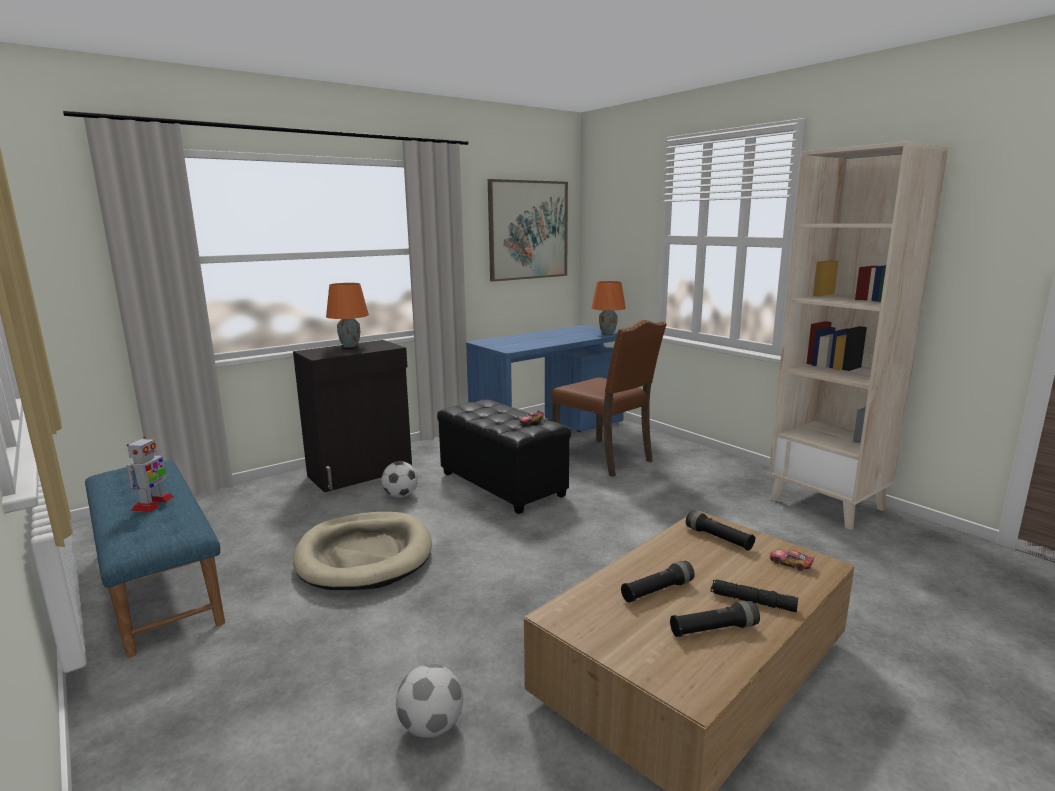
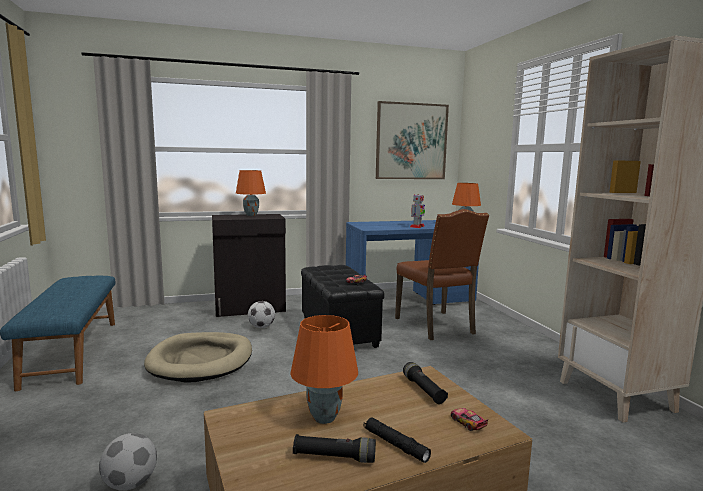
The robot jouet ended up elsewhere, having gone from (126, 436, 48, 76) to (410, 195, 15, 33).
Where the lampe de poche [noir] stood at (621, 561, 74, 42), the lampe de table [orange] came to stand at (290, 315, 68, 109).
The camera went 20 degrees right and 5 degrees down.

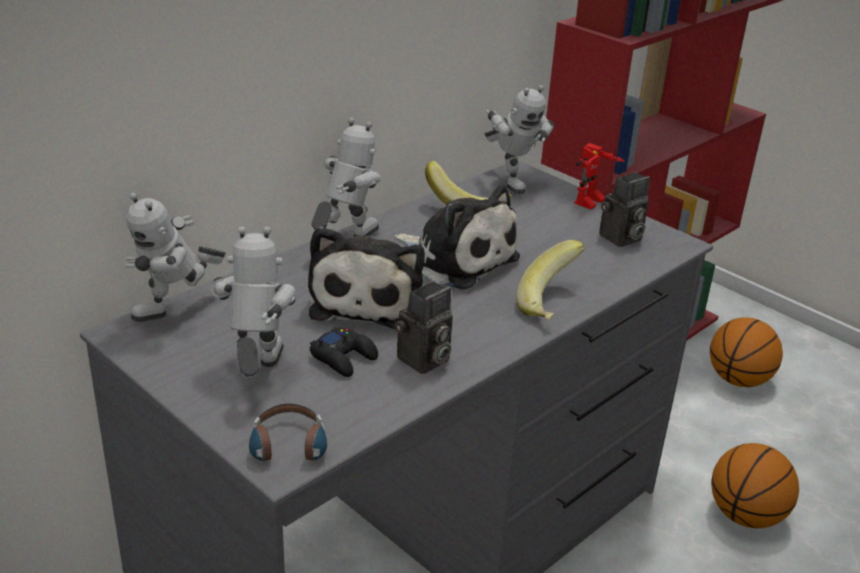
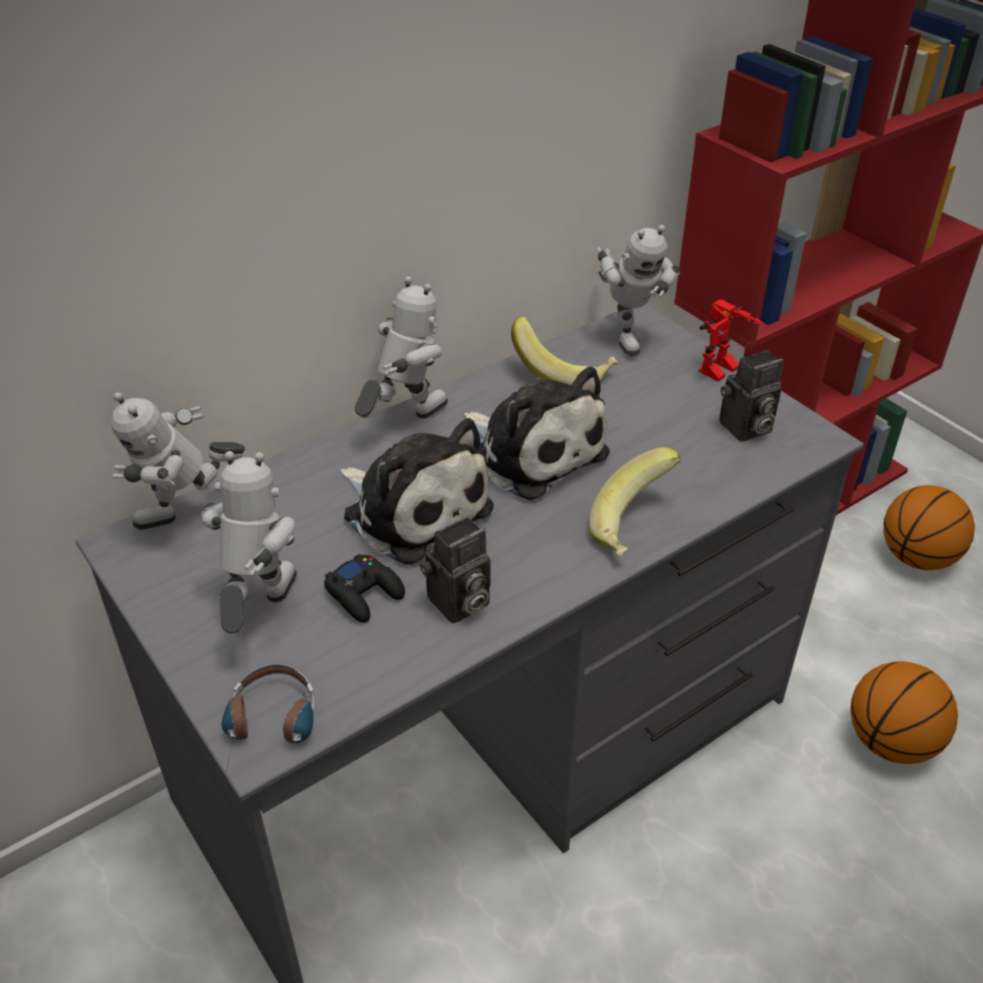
The peluche at (308, 226, 117, 103) ended up facing another way, 60 degrees counterclockwise from before.
The camera went 10 degrees right and 10 degrees up.

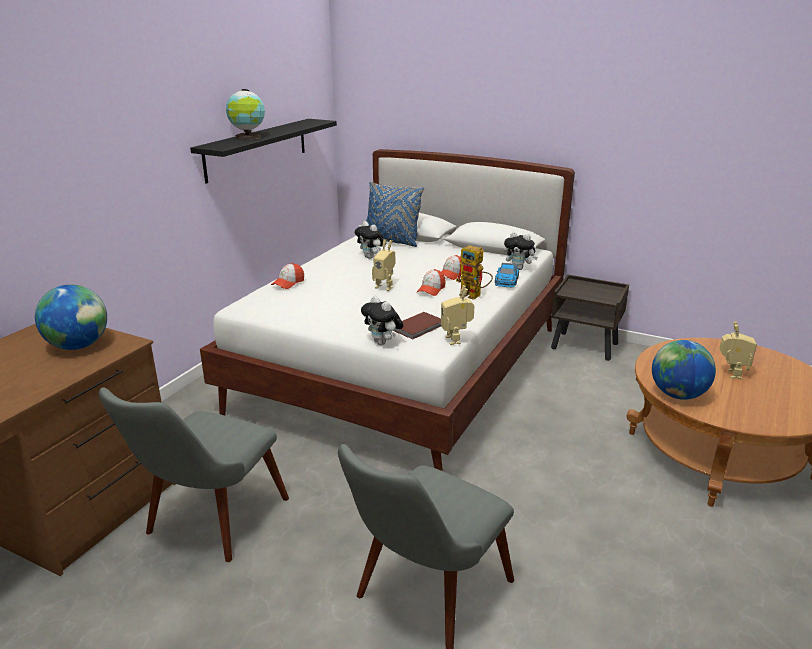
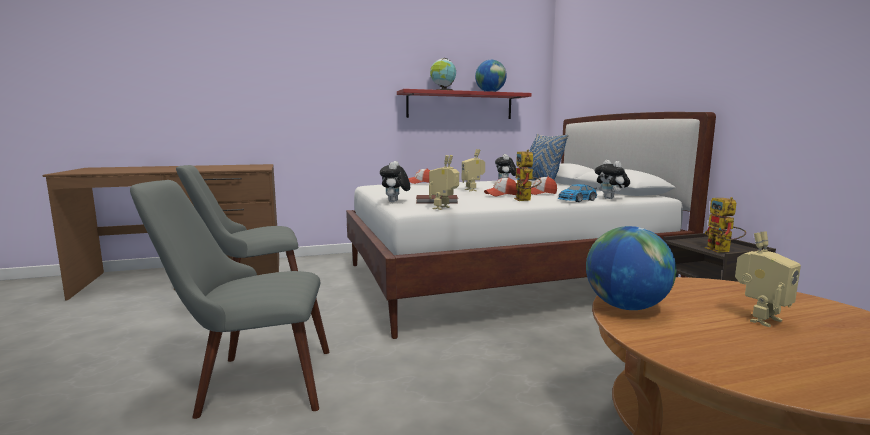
The globe ended up elsewhere, having gone from (35, 284, 72, 66) to (475, 60, 32, 32).
What was the étagère [noir] at (190, 119, 147, 65) turned into the étagère [rouge] at (397, 89, 135, 30).
The second view gained the robot jouet at (704, 197, 42, 56).
The camera went 45 degrees right and 15 degrees down.

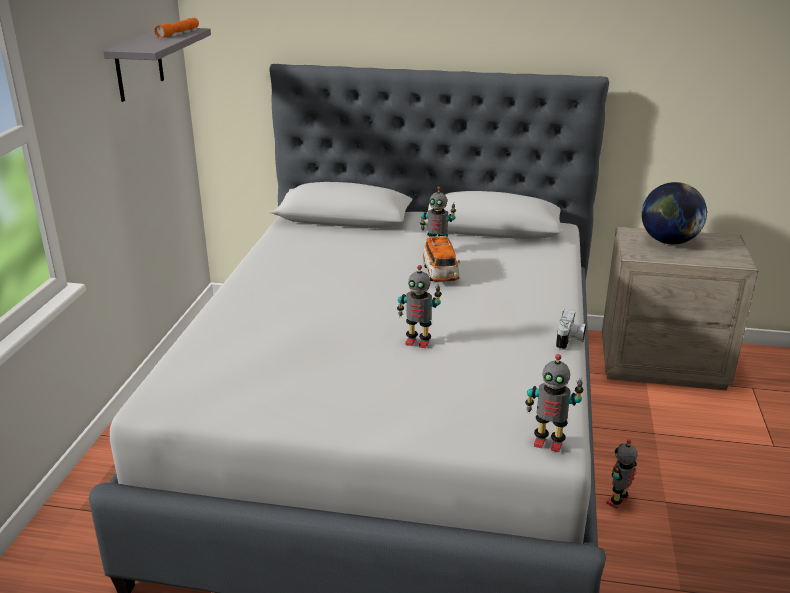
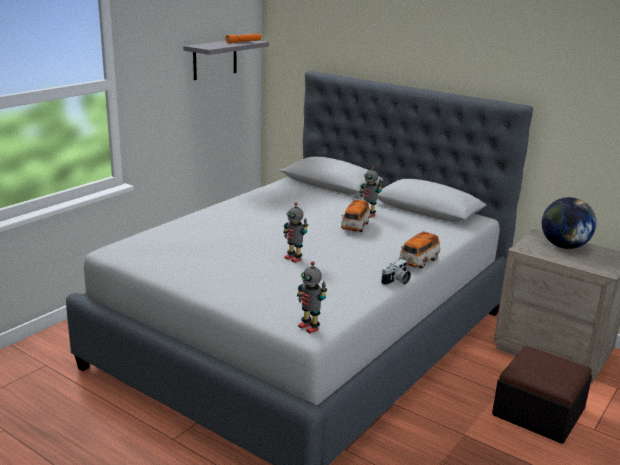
The second view lost the robot jouet at (606, 439, 32, 70).
The second view gained the petite voiture at (398, 231, 42, 38).
The second view gained the pouf at (492, 346, 100, 98).
The camera went 25 degrees right and 5 degrees down.

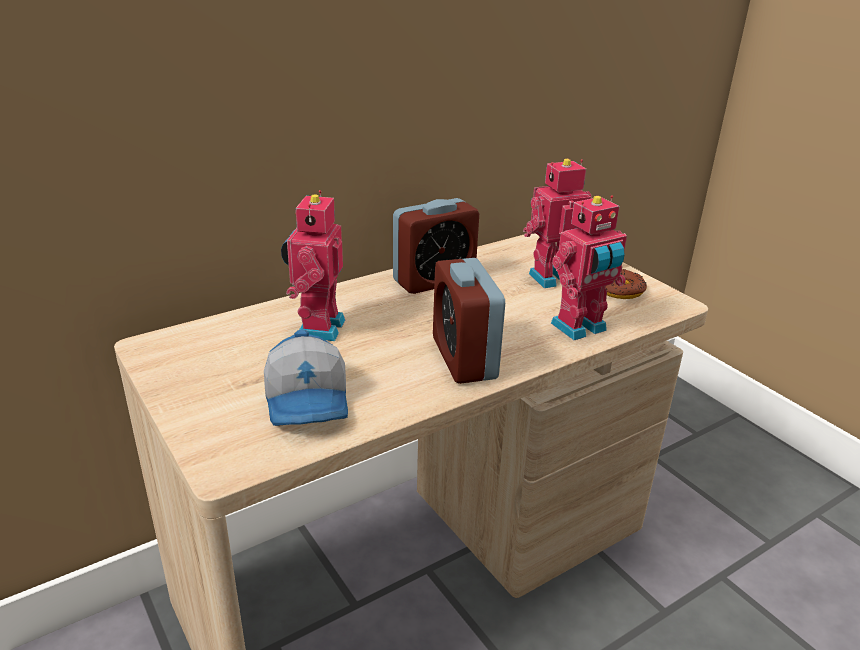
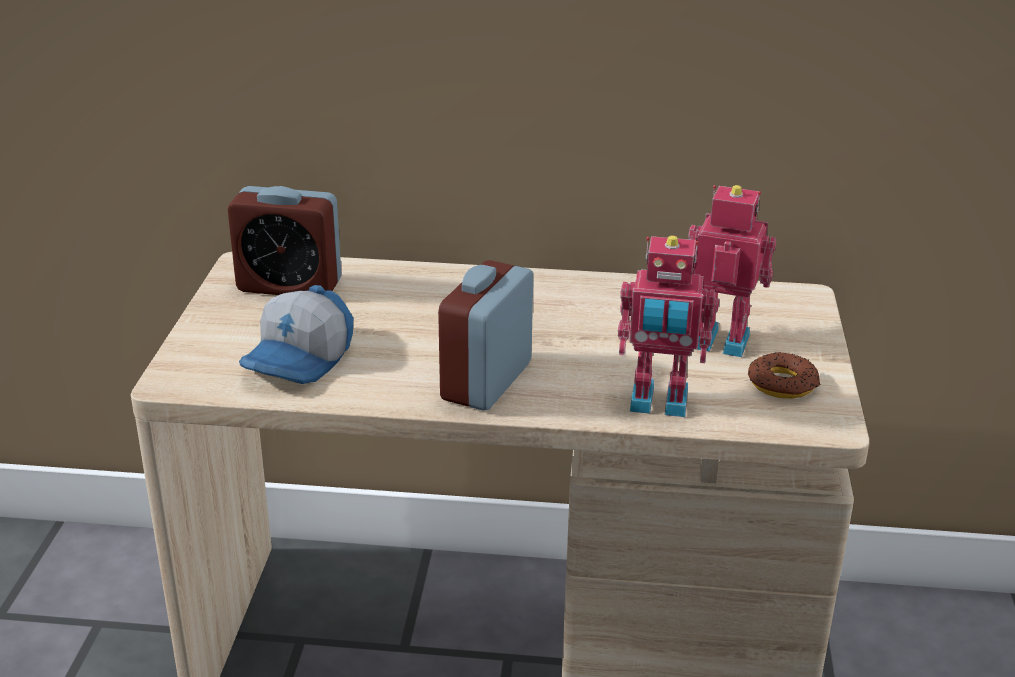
The second view lost the robot jouet at (281, 190, 64, 151).
The réveil ended up elsewhere, having gone from (393, 198, 86, 96) to (228, 186, 114, 109).
The camera went 40 degrees right and 0 degrees up.

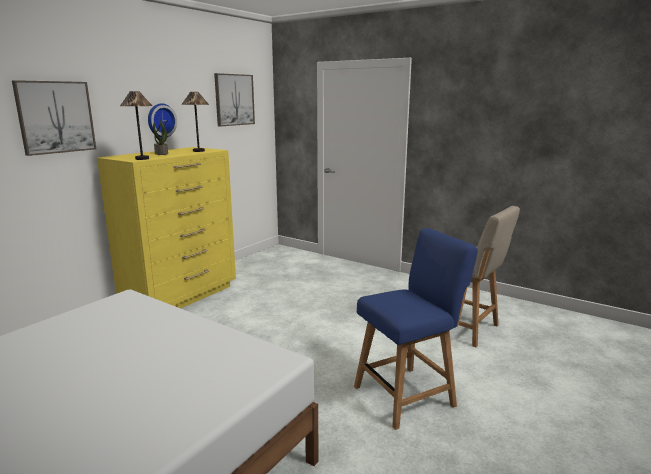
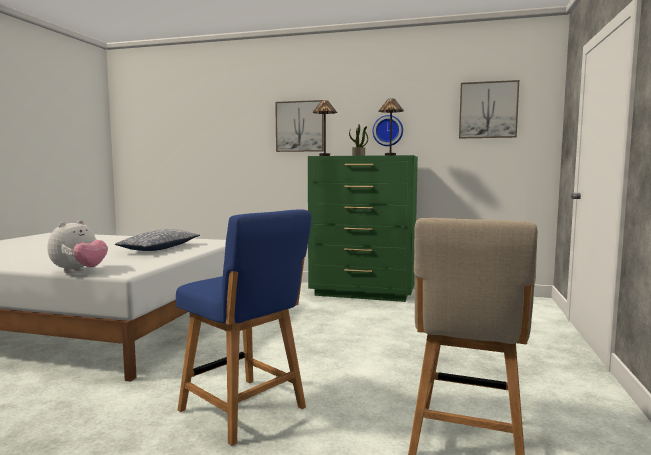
What was the commode [jaune] at (97, 147, 139, 161) turned into the commode [vert] at (308, 155, 110, 147).
The second view gained the peluche at (48, 220, 60, 53).
The second view gained the coussin at (115, 229, 85, 22).
The camera went 70 degrees right and 10 degrees down.

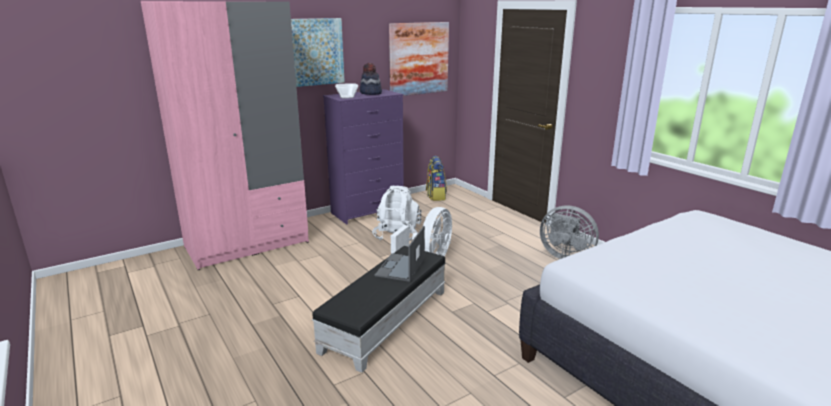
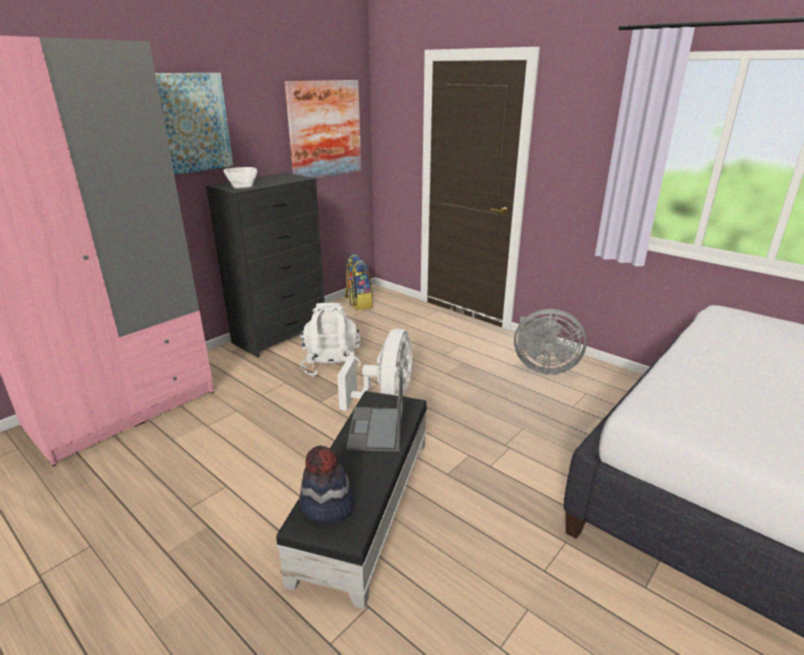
What was the commode [violet] at (323, 89, 81, 136) turned into the commode [noir] at (205, 173, 120, 185).
The chapeau ended up elsewhere, having gone from (360, 63, 22, 32) to (299, 445, 55, 78).
The camera went 15 degrees left and 5 degrees up.

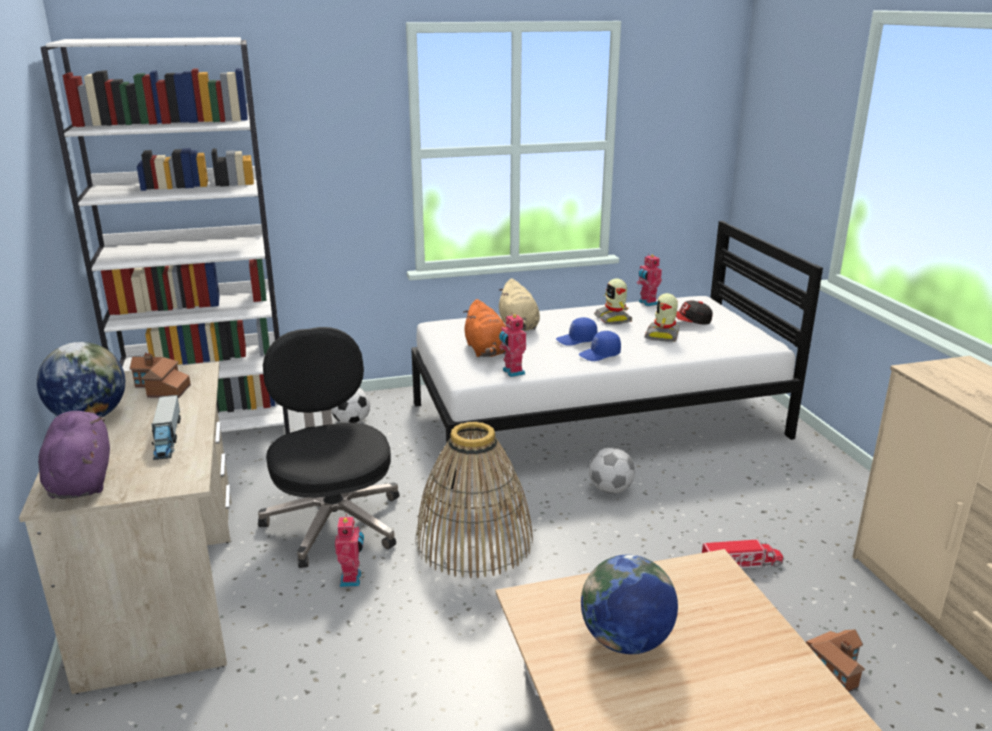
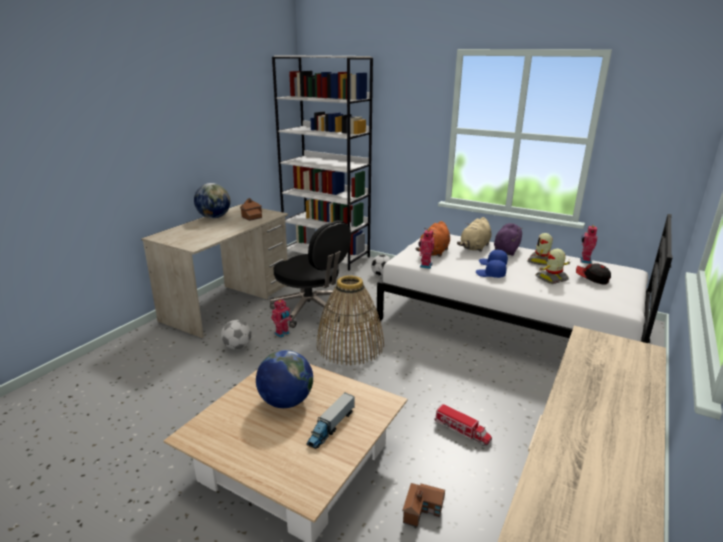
The peluche [violet] ended up elsewhere, having gone from (38, 411, 72, 88) to (494, 223, 28, 33).
The camion jouet ended up elsewhere, having gone from (151, 395, 30, 65) to (306, 392, 49, 57).
The chaise de bureau [noir] at (258, 327, 142, 241) ended up facing another way, 105 degrees clockwise from before.
The ballon de foot ended up elsewhere, having gone from (589, 447, 46, 47) to (221, 320, 30, 30).
The camera went 45 degrees right and 0 degrees up.

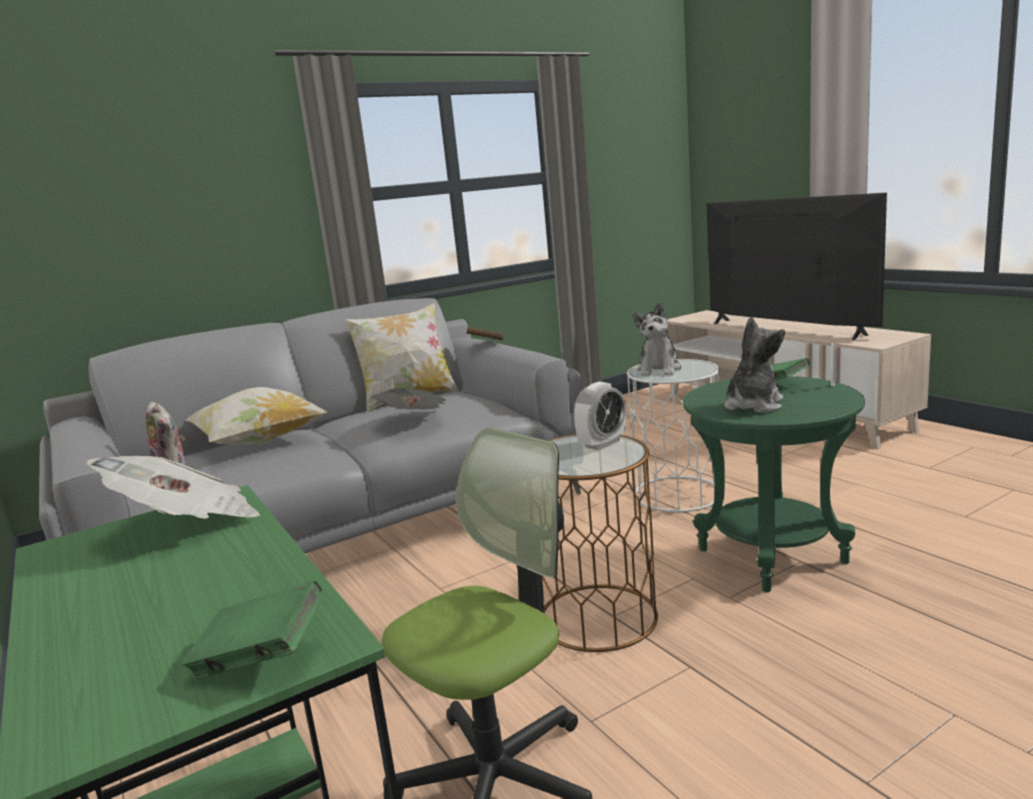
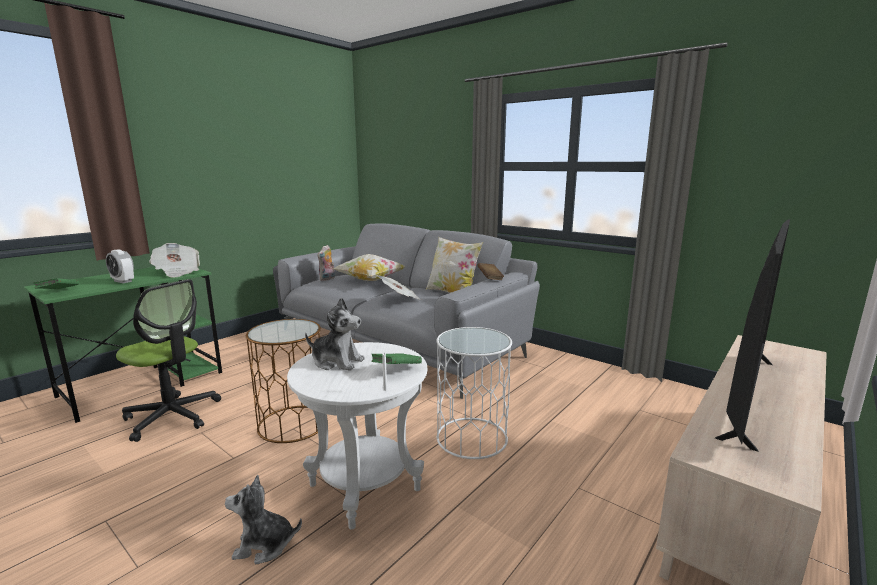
The réveil ended up elsewhere, having gone from (574, 382, 52, 68) to (106, 249, 28, 34).
The peluche ended up elsewhere, having gone from (633, 302, 48, 74) to (225, 475, 77, 89).
What was the table d'appoint [vert] at (683, 376, 182, 216) turned into the table d'appoint [blanc] at (287, 342, 140, 188).
The camera went 70 degrees right and 0 degrees up.

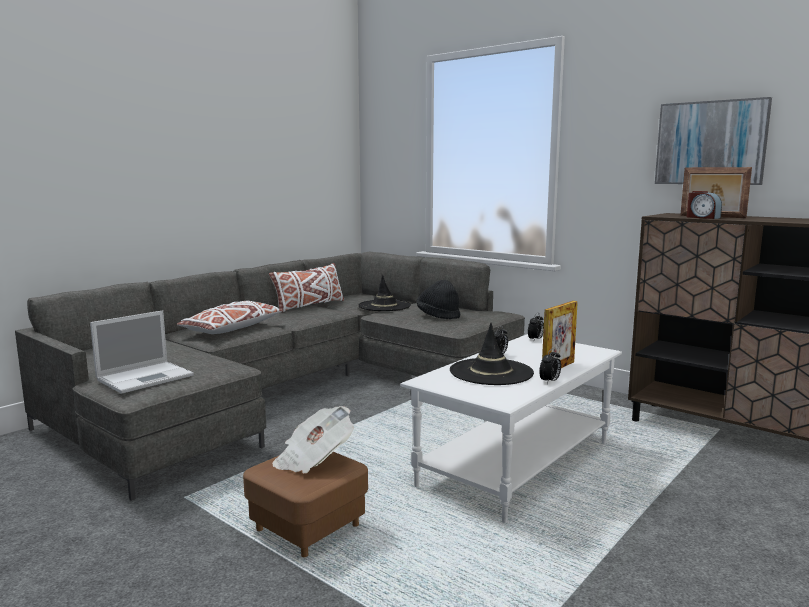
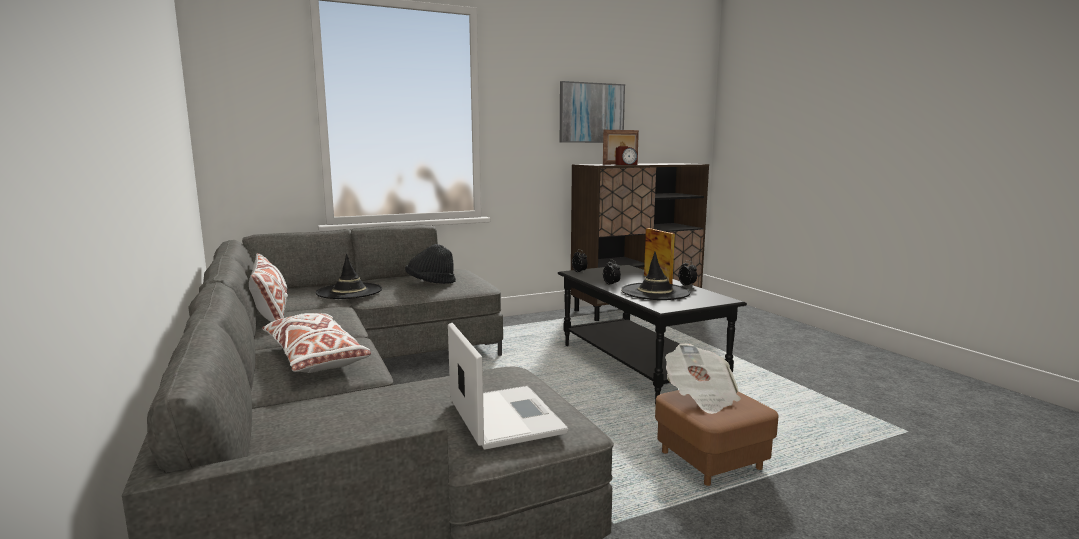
What was the table basse [blanc] at (401, 334, 221, 189) turned into the table basse [noir] at (558, 265, 189, 140).
The camera went 65 degrees left and 0 degrees up.

